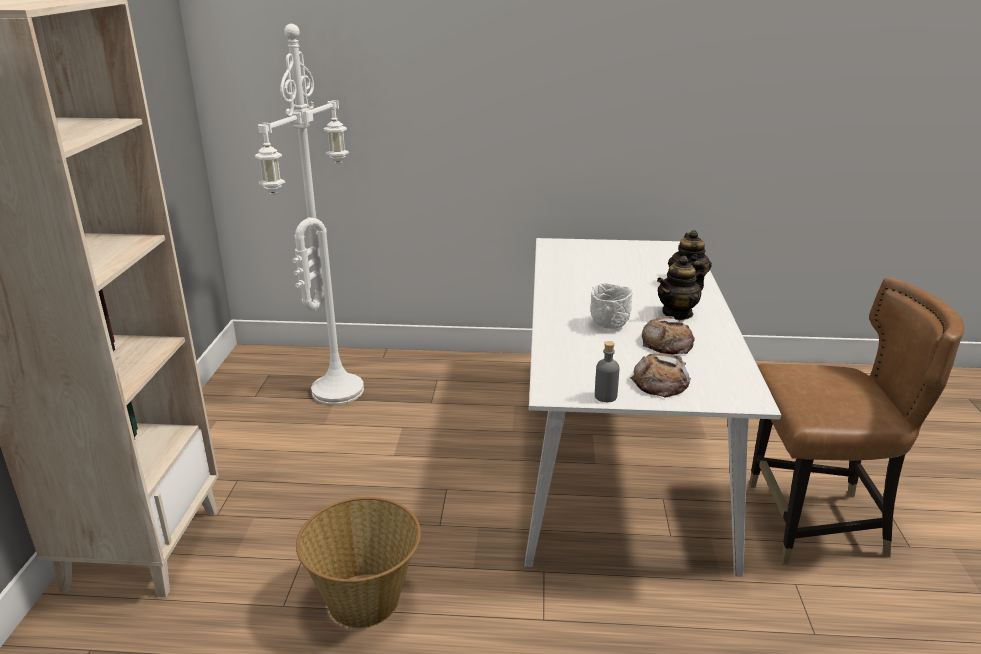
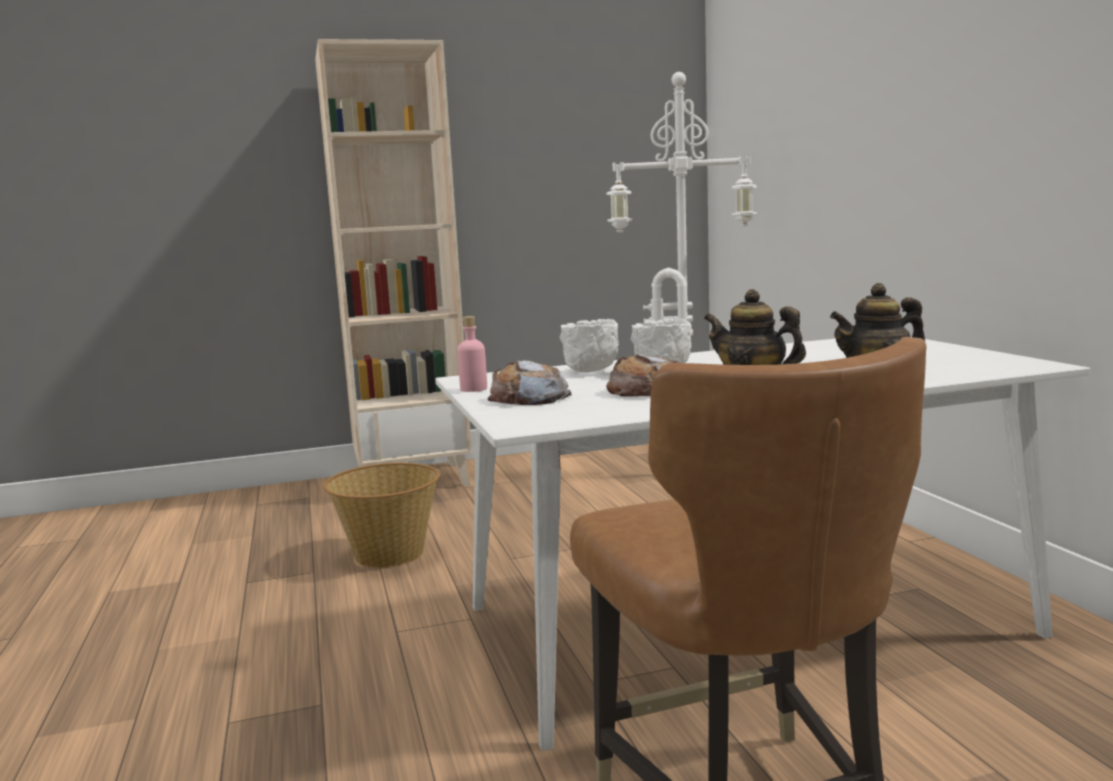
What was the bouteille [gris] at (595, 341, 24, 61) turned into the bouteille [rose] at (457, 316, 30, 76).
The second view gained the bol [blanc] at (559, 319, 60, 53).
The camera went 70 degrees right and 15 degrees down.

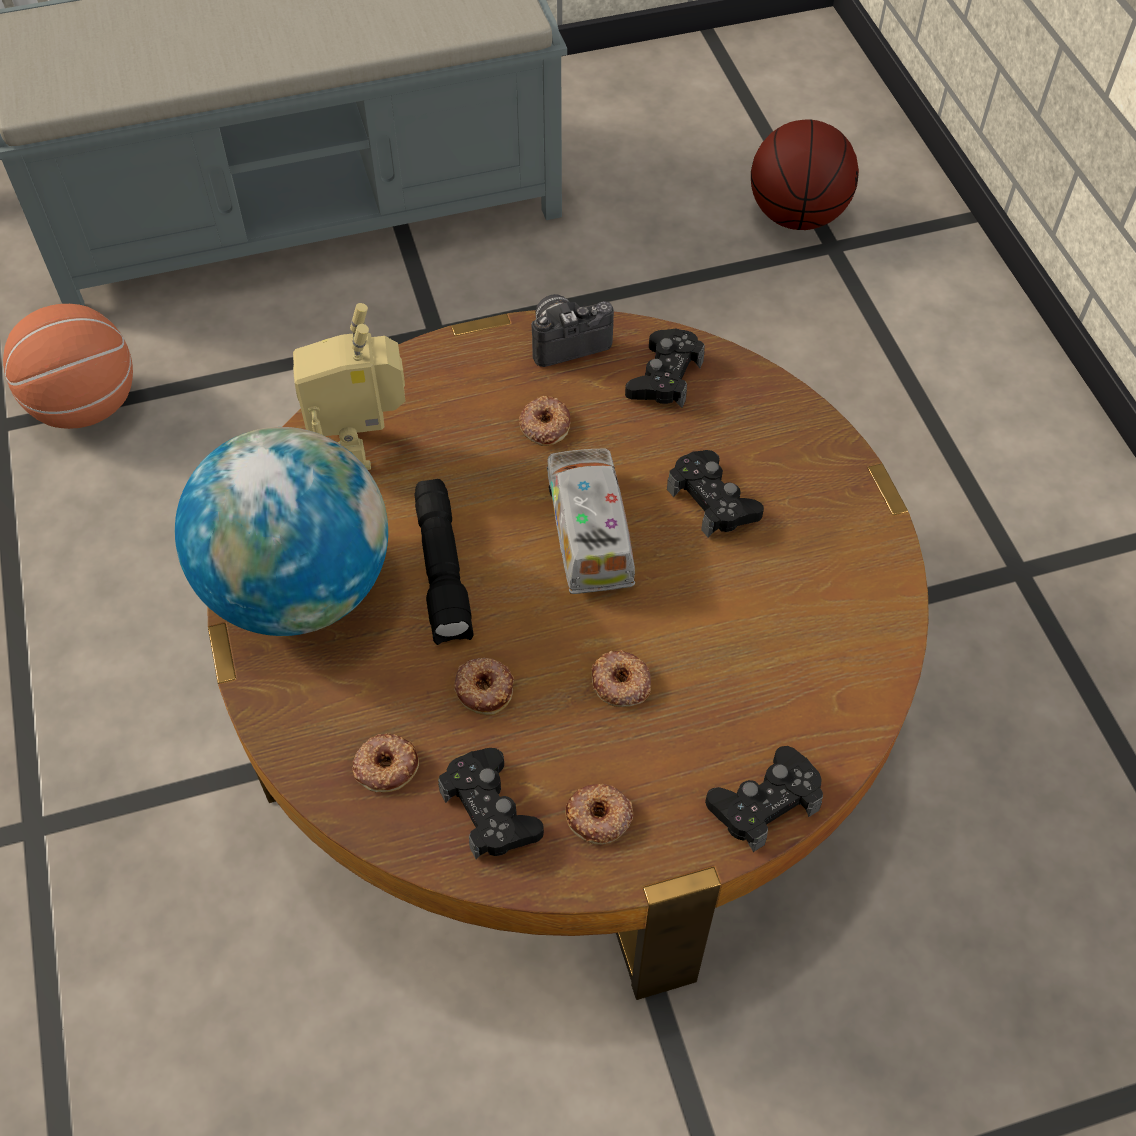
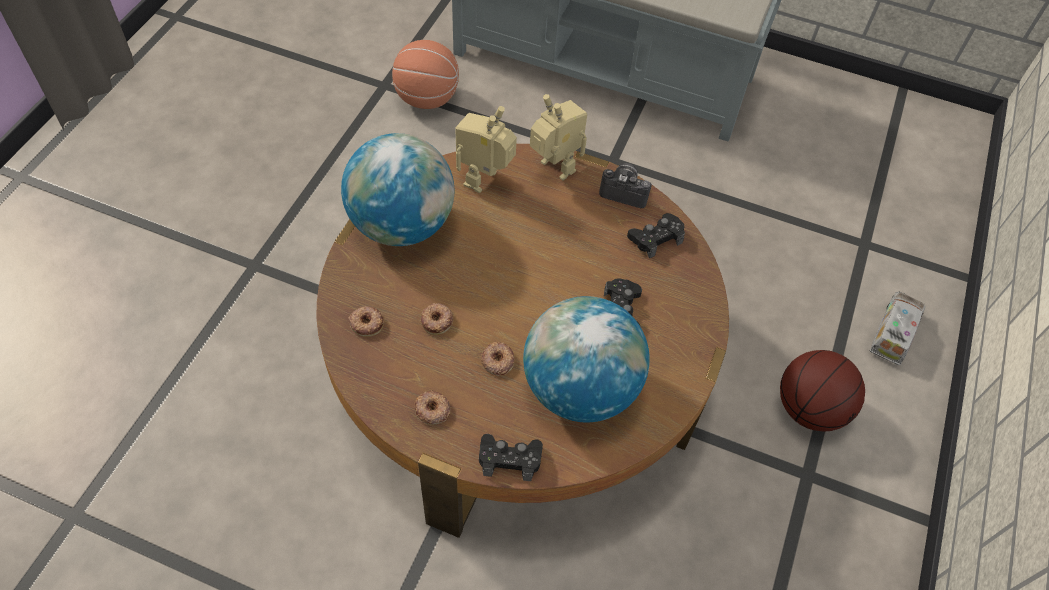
The second view lost the lampe de poche [noir] at (415, 479, 58, 166).
The second view lost the manette [noir] at (438, 748, 106, 111).
The second view lost the beignet at (519, 396, 52, 50).
The camion jouet ended up elsewhere, having gone from (547, 448, 88, 146) to (870, 291, 56, 74).
The ballon de basket ended up elsewhere, having gone from (751, 120, 108, 110) to (780, 350, 85, 82).
The second view gained the globe at (523, 296, 127, 126).
The second view gained the robot jouet at (530, 94, 57, 87).
The camera went 35 degrees right and 0 degrees up.

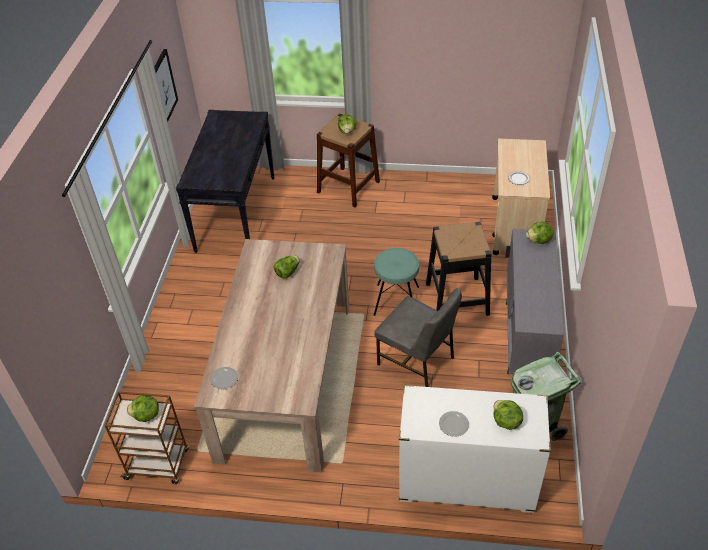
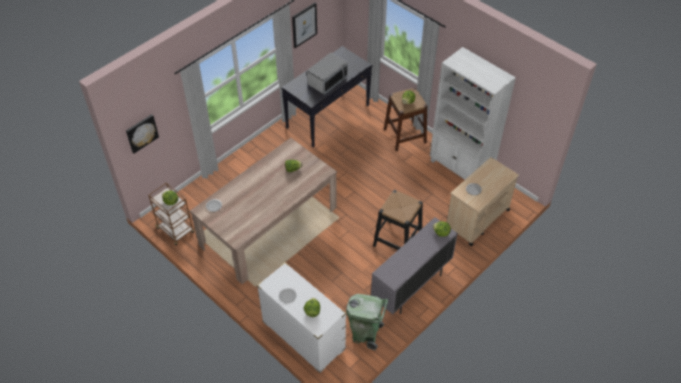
The second view lost the tabouret [turquoise] at (374, 248, 45, 68).
The second view lost the chaise [gris] at (374, 288, 88, 99).
The second view gained the tableau at (126, 114, 33, 39).
The second view gained the micro-ondes at (307, 53, 41, 42).
The second view gained the bibliothèque [blanc] at (430, 47, 86, 133).
The camera went 35 degrees right and 5 degrees up.

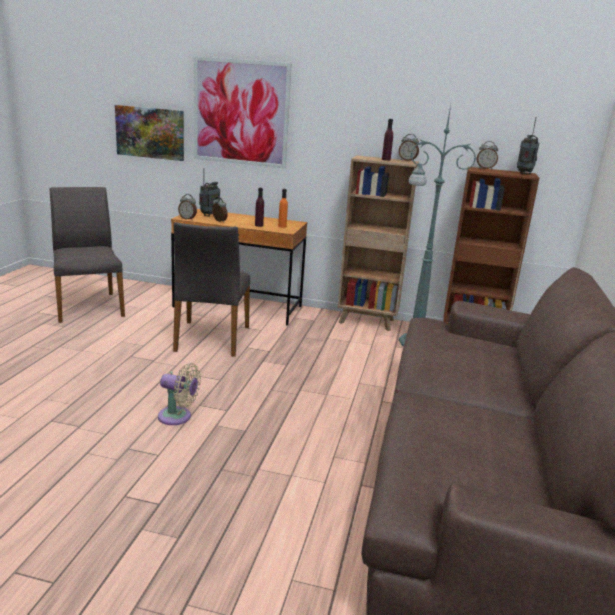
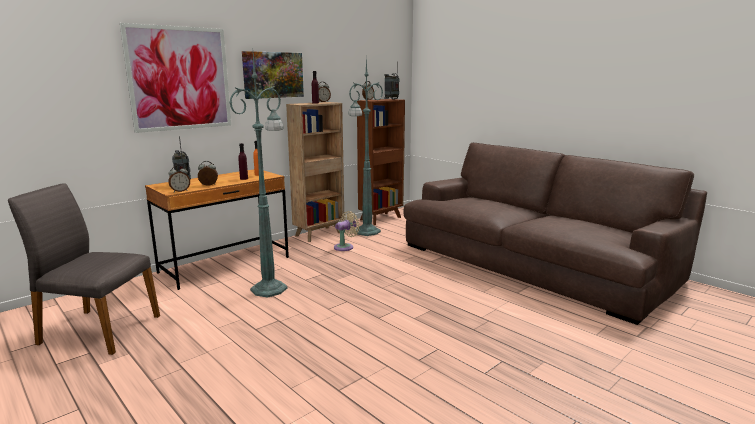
The tableau ended up elsewhere, having gone from (115, 105, 69, 56) to (242, 51, 62, 48).
The ventilateur [beige] ended up elsewhere, having gone from (158, 363, 43, 62) to (334, 211, 26, 40).
Where the chaise [gris] stood at (173, 222, 77, 135), the lampadaire [vert] came to stand at (229, 54, 58, 243).
The camera went 55 degrees left and 5 degrees down.

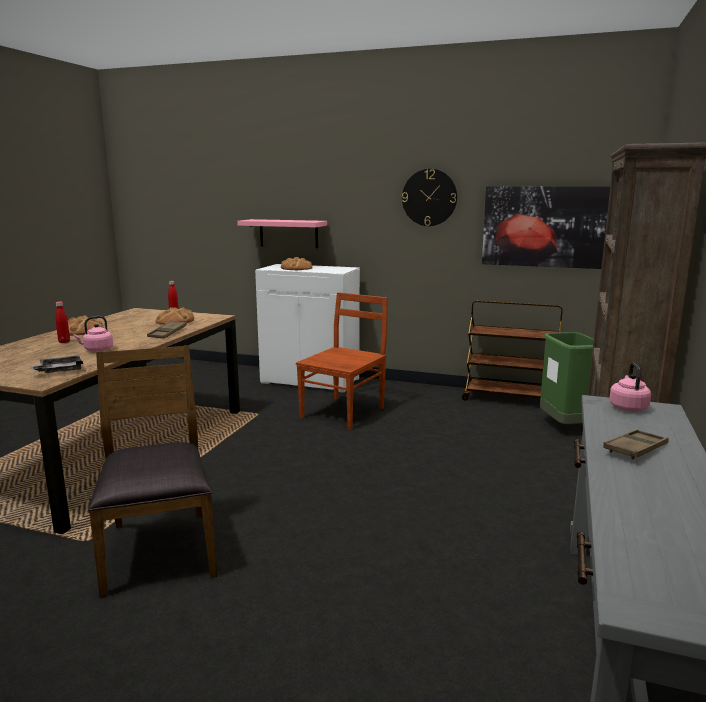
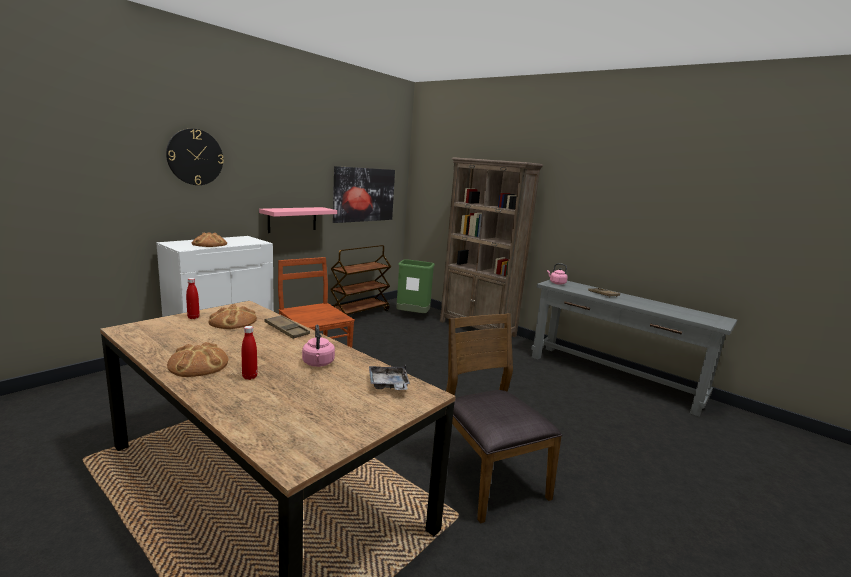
The chaise [marron] at (88, 345, 129, 253) ended up facing another way, 60 degrees clockwise from before.
The étagère [rose] ended up elsewhere, having gone from (237, 219, 90, 29) to (259, 207, 78, 26).
The horloge murale ended up elsewhere, having gone from (402, 169, 55, 57) to (166, 129, 58, 56).
The camera went 70 degrees left and 0 degrees up.

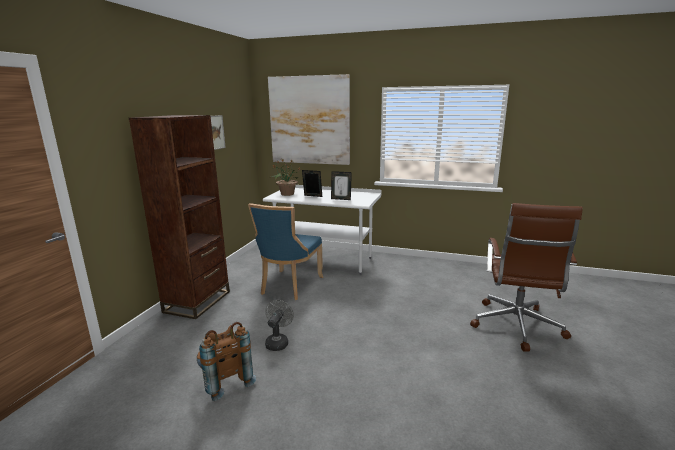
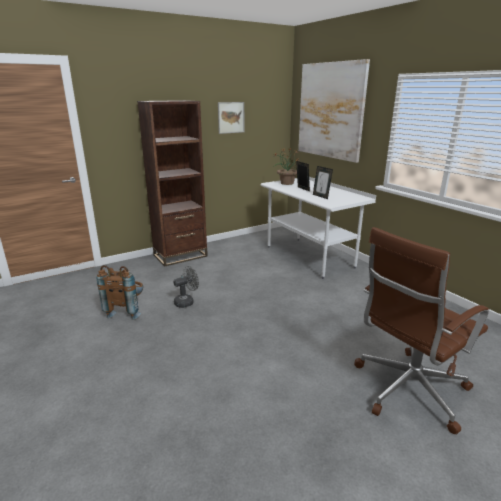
The second view lost the chaise [bleu] at (248, 203, 75, 97).
The camera went 40 degrees right and 5 degrees up.

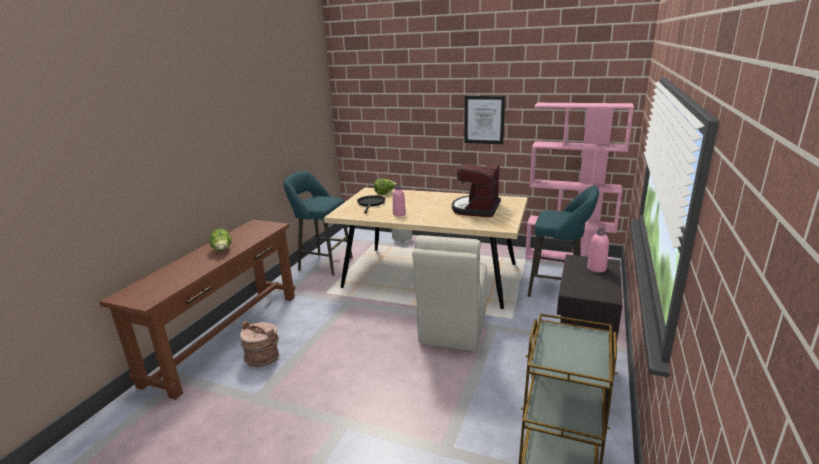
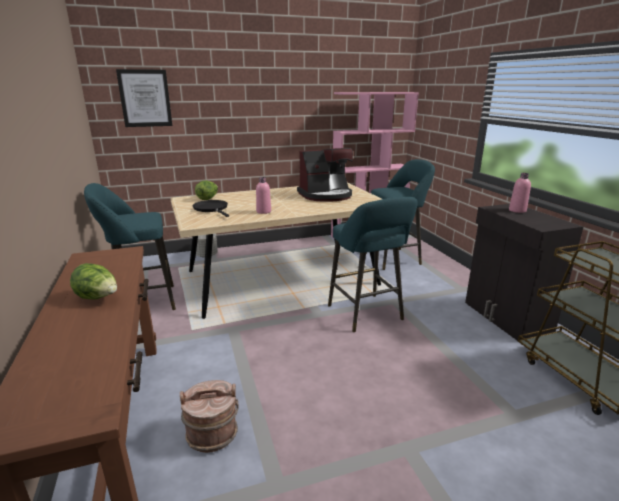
Where the chaise [beige] stood at (412, 235, 76, 116), the tabouret [turquoise] came to stand at (328, 197, 90, 135).
The machine à café at (452, 163, 49, 54) ended up facing another way, 90 degrees counterclockwise from before.
The tableau ended up elsewhere, having gone from (464, 96, 41, 48) to (116, 69, 56, 58).
The camera went 40 degrees left and 0 degrees up.

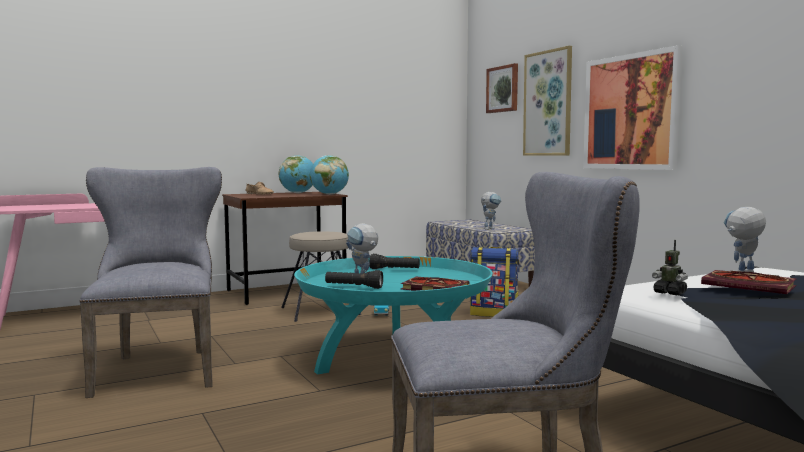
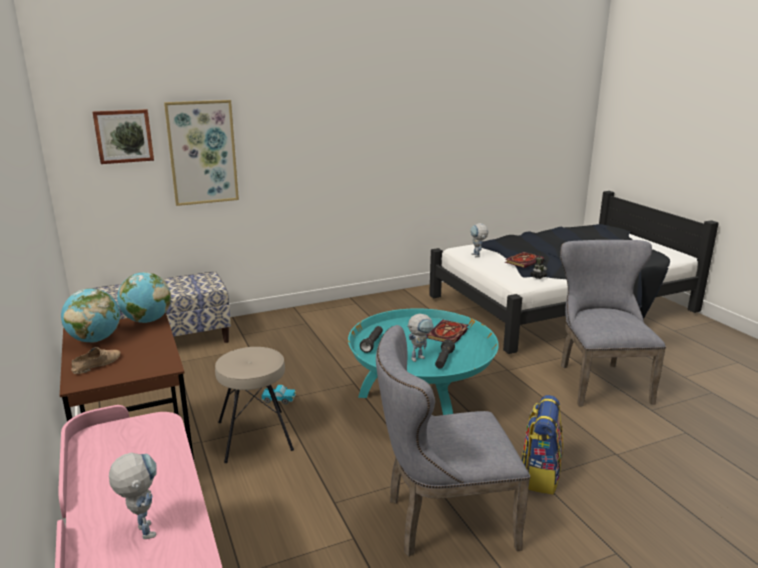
The sac à dos ended up elsewhere, having gone from (470, 247, 49, 70) to (521, 395, 42, 100).
The robot jouet ended up elsewhere, having gone from (481, 192, 20, 38) to (109, 453, 48, 86).
The second view lost the tableau at (583, 45, 99, 125).
The camera went 85 degrees left and 15 degrees up.

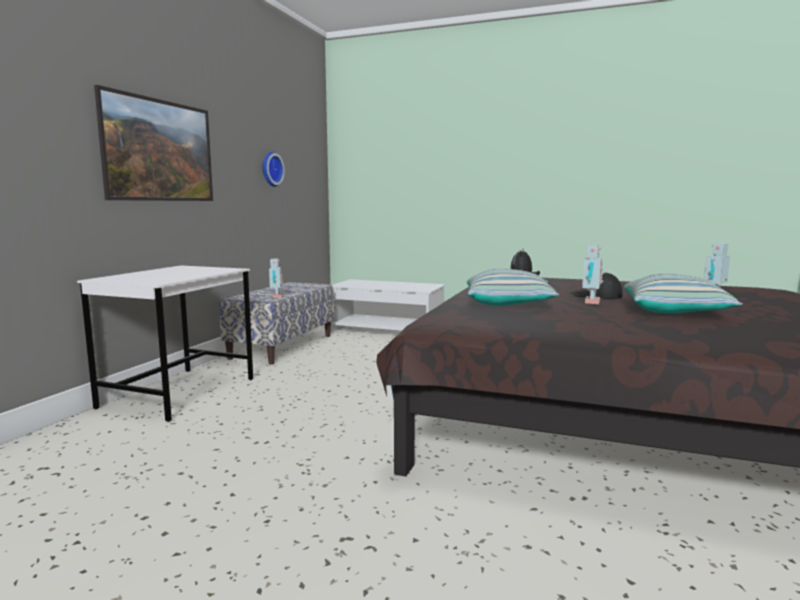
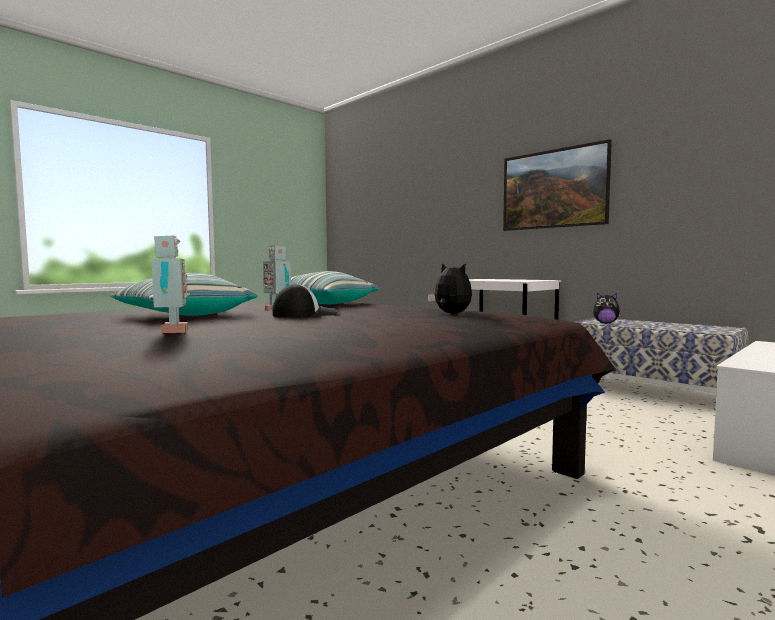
The second view lost the horloge murale at (263, 152, 22, 35).
Where the robot jouet stood at (268, 258, 15, 40), the peluche came to stand at (593, 293, 28, 31).
The camera went 115 degrees right and 5 degrees down.

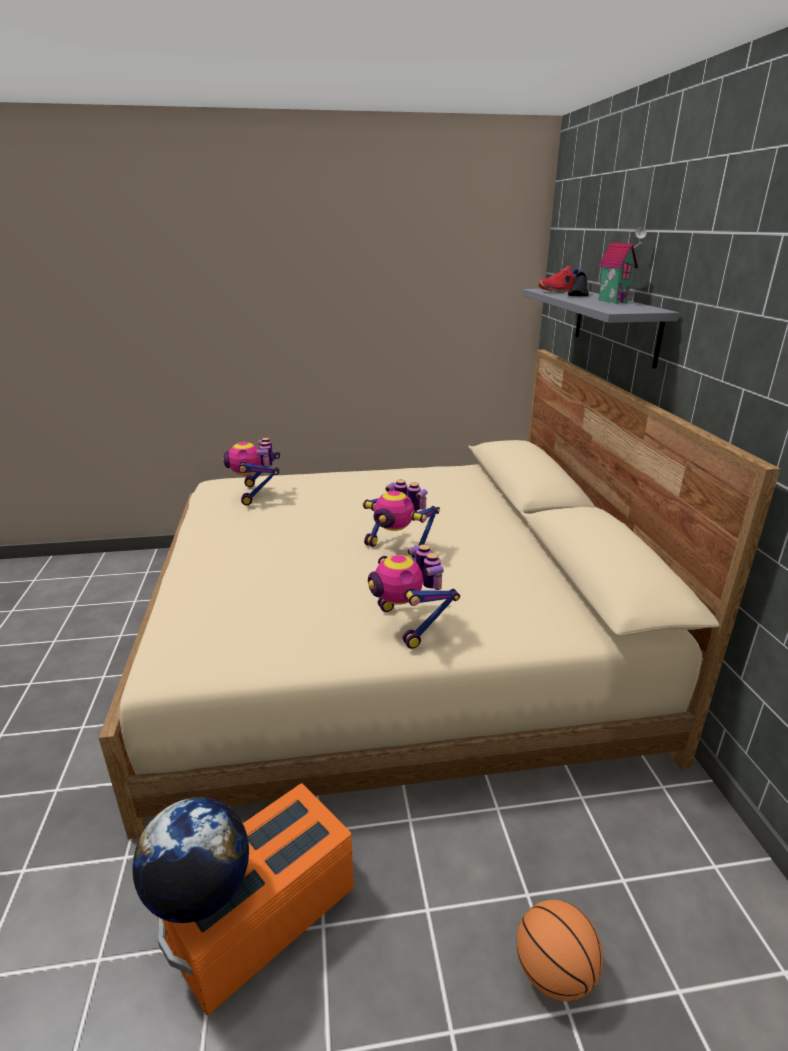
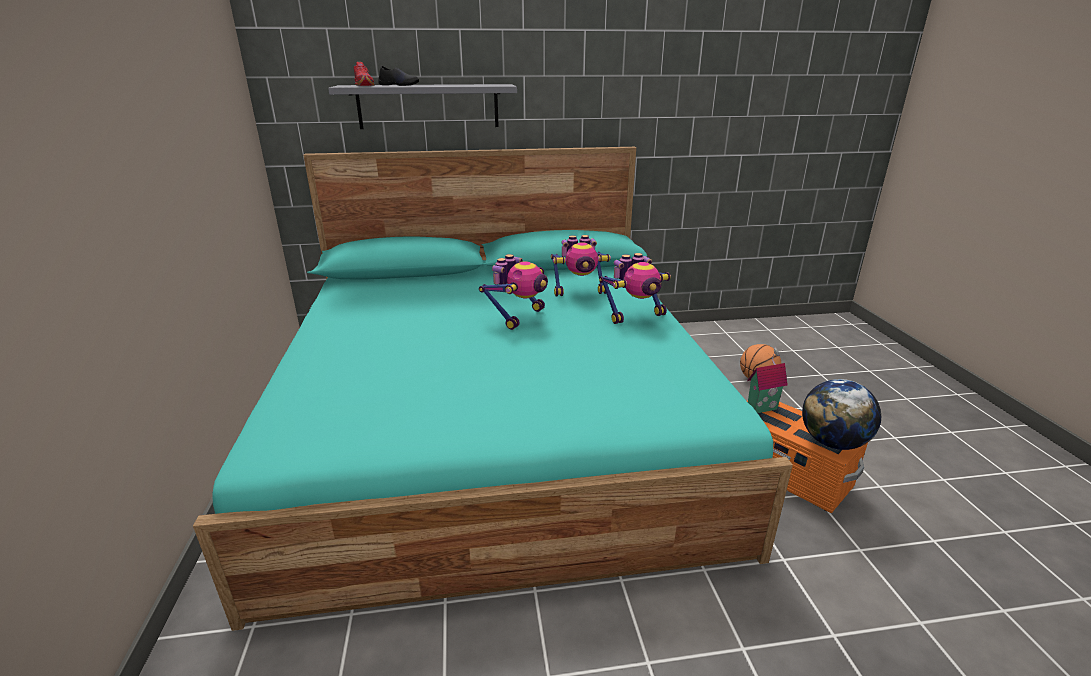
What was the lit [beige] at (99, 349, 681, 490) turned into the lit [turquoise] at (193, 147, 600, 484).
The robot jouet ended up elsewhere, having gone from (223, 438, 57, 67) to (550, 235, 61, 61).
The maison miniature ended up elsewhere, having gone from (598, 227, 49, 77) to (747, 347, 41, 66).
The camera went 90 degrees left and 0 degrees up.

